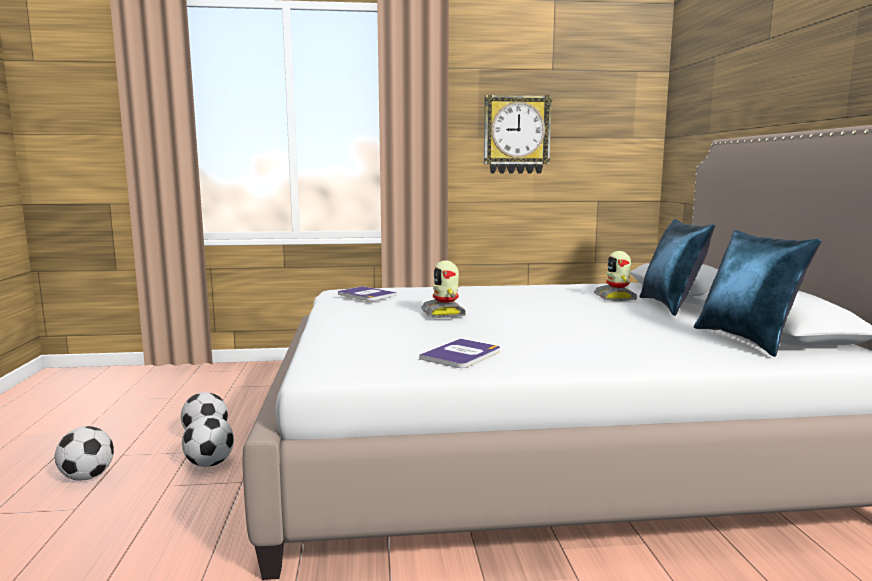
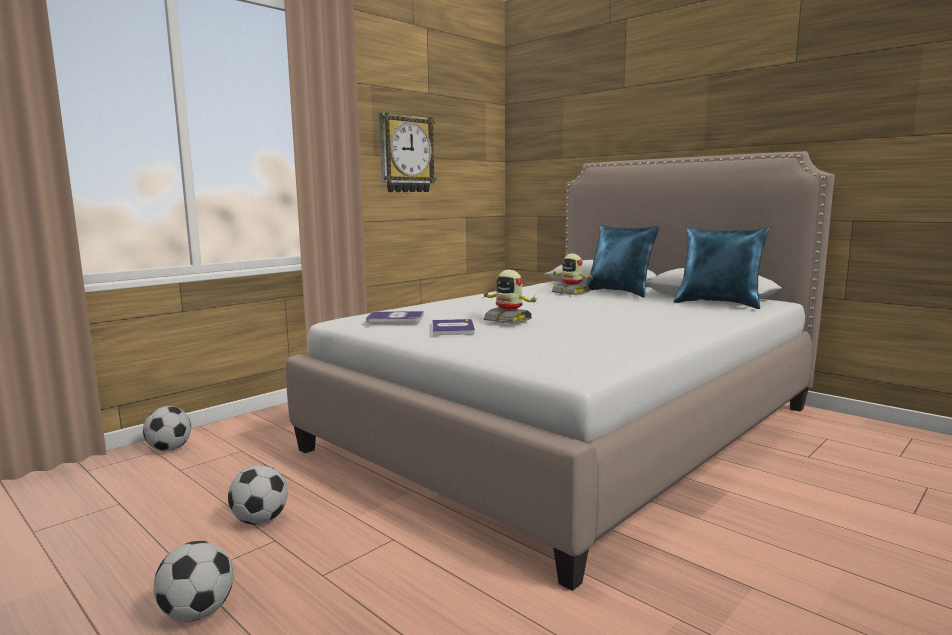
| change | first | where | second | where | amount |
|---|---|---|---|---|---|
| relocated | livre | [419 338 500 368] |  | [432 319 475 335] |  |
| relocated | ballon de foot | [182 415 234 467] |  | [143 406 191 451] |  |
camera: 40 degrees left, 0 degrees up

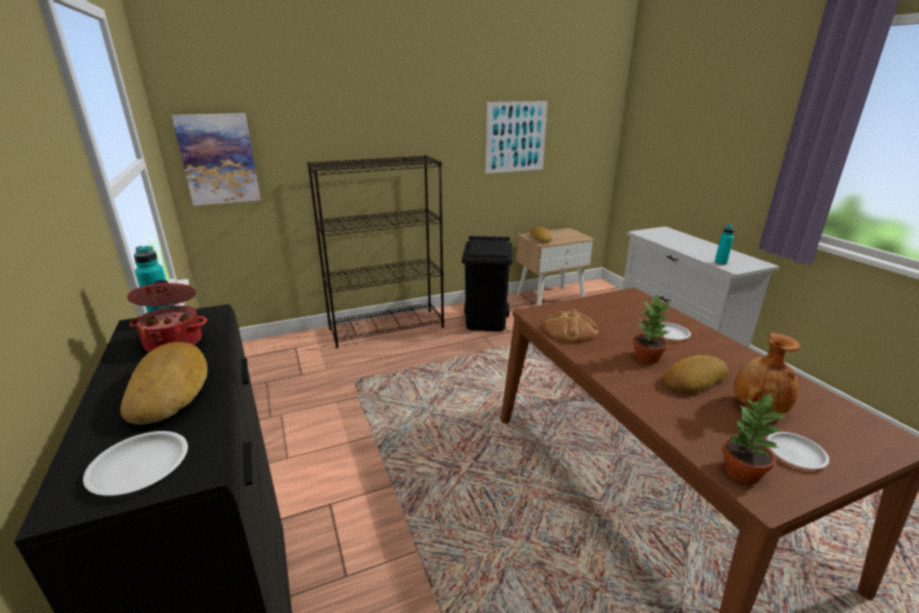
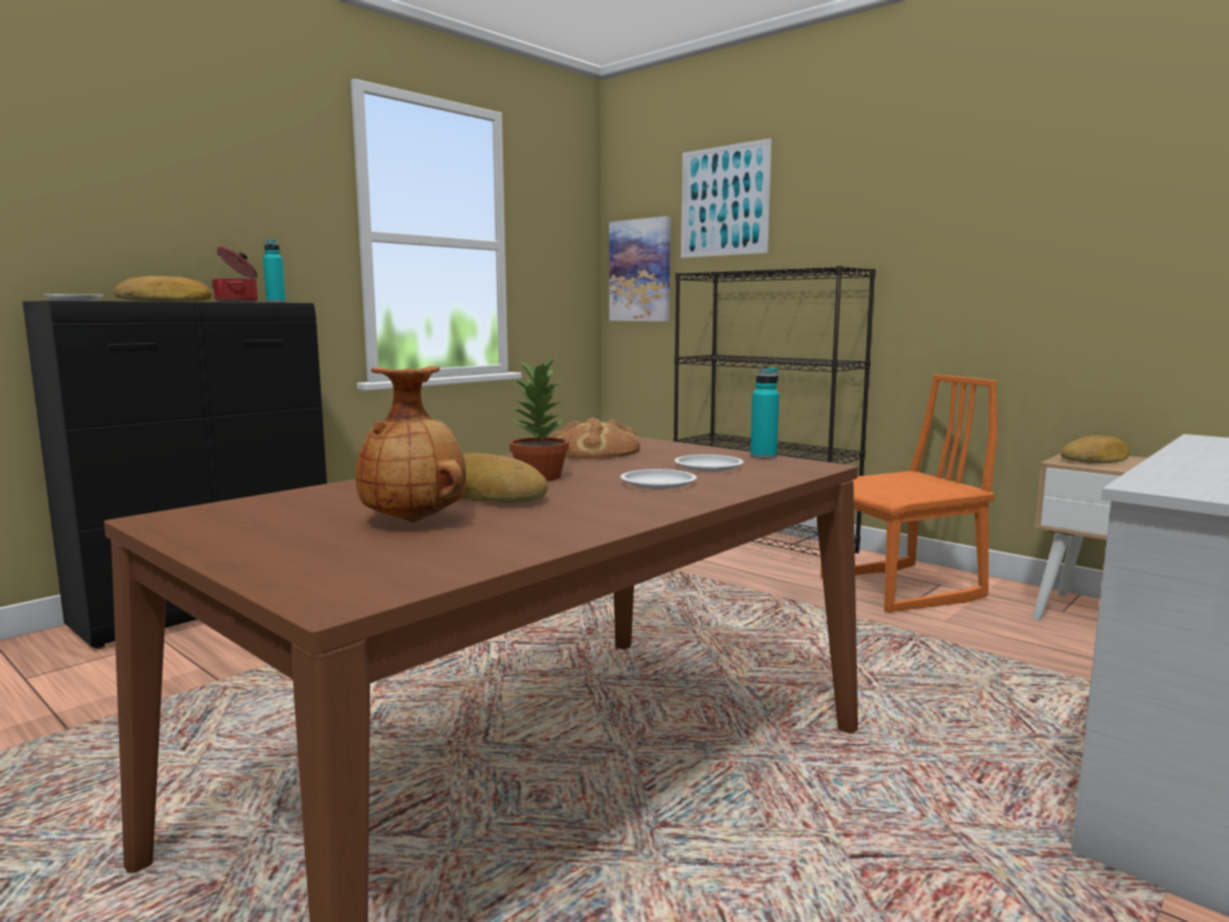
| change | first | where | second | where | amount |
|---|---|---|---|---|---|
| relocated | tableau | [485 101 548 174] |  | [681 138 772 258] |  |
| relocated | bouteille [turquoise] | [715 224 734 265] |  | [750 368 779 459] |  |
| exchanged | poubelle [noir] | [462 236 512 331] | chaise [orange] | [820 374 997 613] |  |
| missing | plante en pot | [722 393 785 484] |  |  |  |
| relocated | assiette [blanc] | [766 432 829 469] |  | [674 454 744 472] |  |
camera: 65 degrees right, 15 degrees down

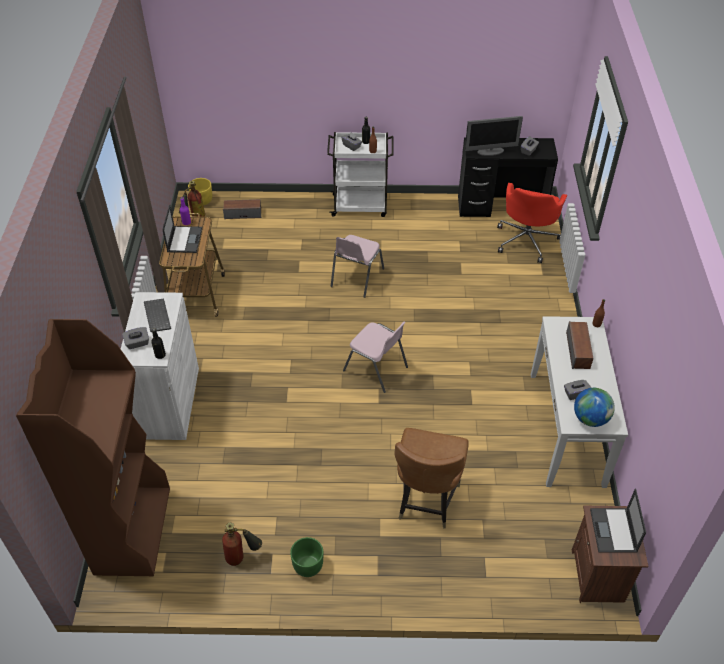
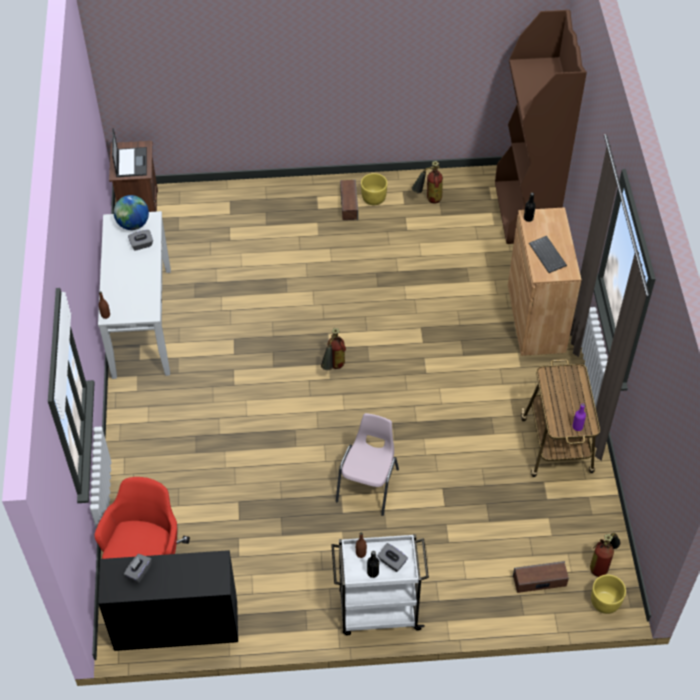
| change | first | where | second | where | amount |
|---|---|---|---|---|---|
| missing | écran d'ordinateur | [465 116 523 156] |  |  |  |
| missing | ordinateur portable | [162 204 202 253] |  |  |  |
| colour | meuble de rangement [blanc] | [121 292 199 440] | meuble de rangement [marron] | [508 207 581 356] |  |
| relocated | enceinte | [566 321 593 369] |  | [340 179 358 220] |  |
| exchanged | chaise [rose] | [343 322 408 393] | extincteur | [321 328 346 370] |  |
| missing | boîte à mouchoirs [gris] | [122 327 149 349] |  |  |  |
| missing | chaise [marron] | [394 428 469 529] |  |  |  |
| colour | cache-pot [vert] | [290 537 323 577] | cache-pot [jaune] | [361 173 387 205] |  |
camera: 175 degrees right, 5 degrees up

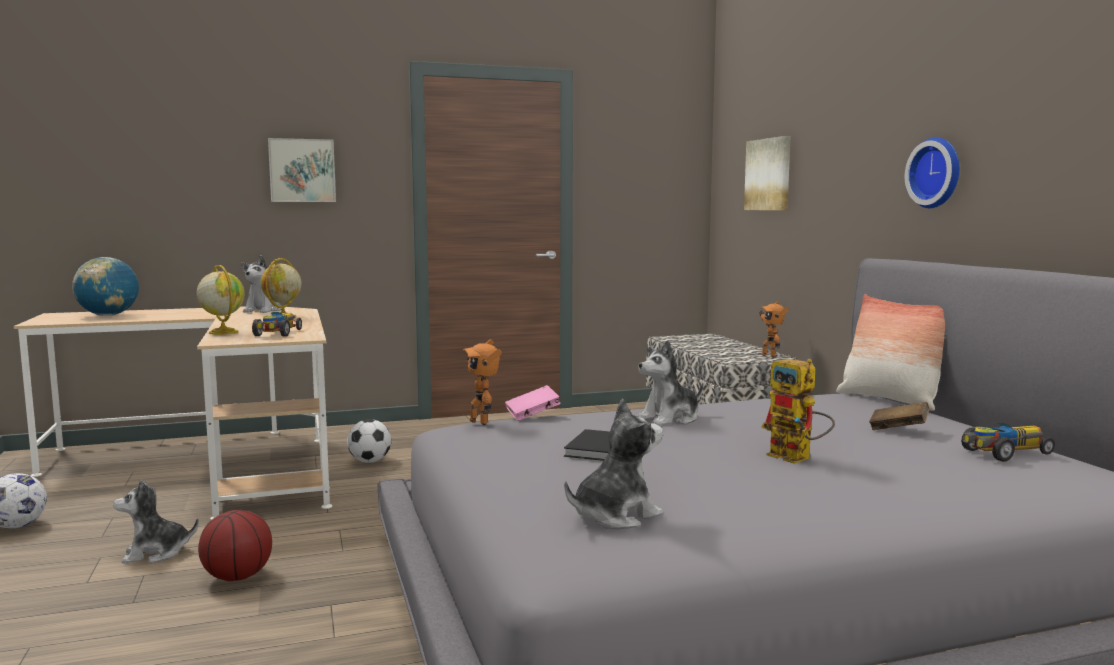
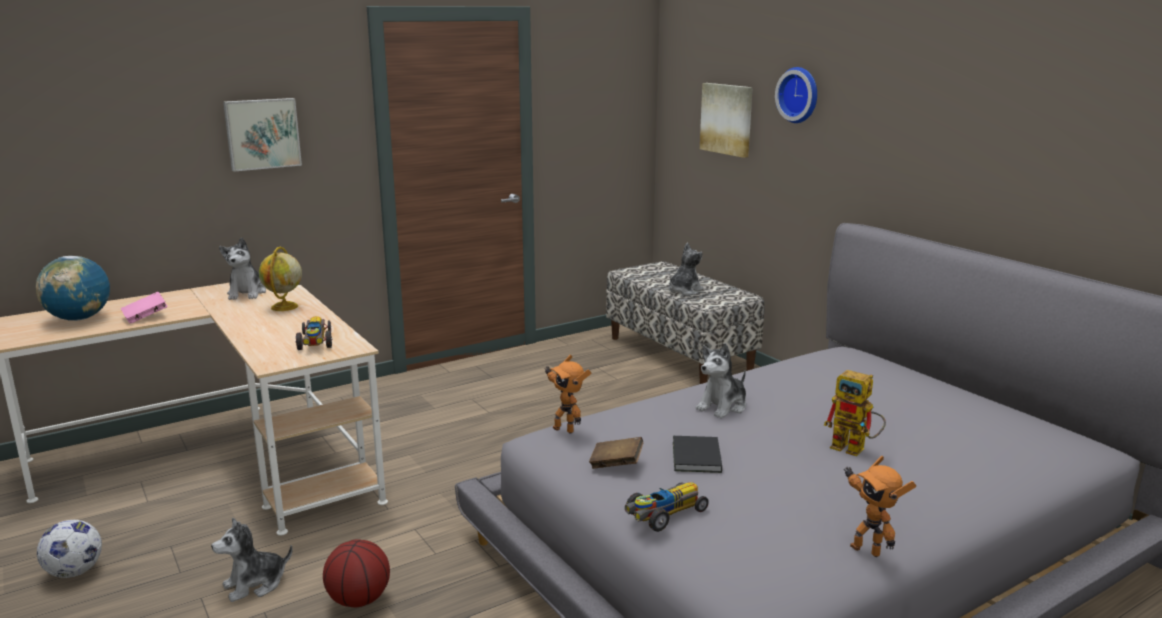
| change | first | where | second | where | amount |
|---|---|---|---|---|---|
| relocated | horloge murale | [905 137 960 208] |  | [775 67 817 123] |  |
| missing | globe | [197 265 245 335] |  |  |  |
| missing | coussin | [836 294 945 411] |  |  |  |
| relocated | robot jouet | [759 301 789 357] |  | [843 456 916 557] |  |
| relocated | livre [rose] | [505 385 560 421] |  | [121 292 168 324] |  |
| relocated | peluche | [565 398 664 529] |  | [669 243 703 295] |  |
| relocated | livre [marron] | [869 402 929 430] |  | [589 437 643 469] |  |
| missing | ballon de foot | [347 419 391 463] |  |  |  |
| relocated | petite voiture | [961 423 1055 462] |  | [625 482 709 532] |  |
camera: 15 degrees left, 10 degrees up

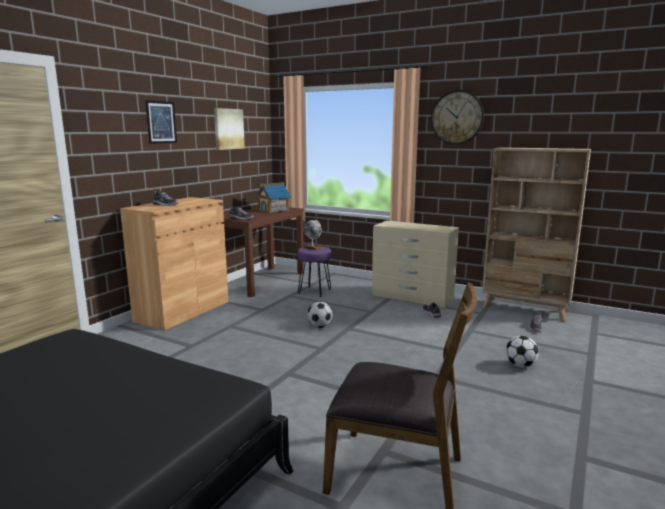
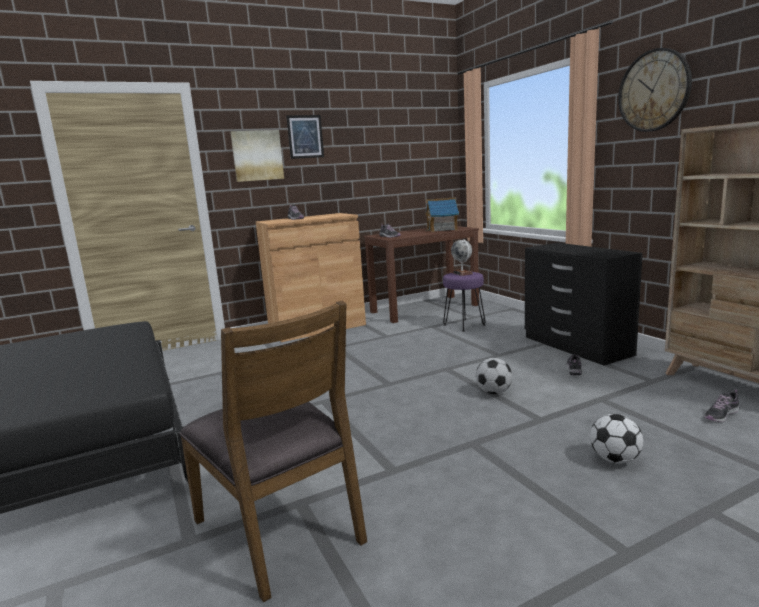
| change | first | where | second | where | amount |
|---|---|---|---|---|---|
| relocated | tableau | [214 108 245 150] |  | [230 130 284 182] |  |
| colour | commode [beige] | [372 221 459 308] | commode [noir] | [525 243 643 365] |  |
| relocated | ballon de foot | [307 302 332 328] |  | [476 358 512 394] |  |
camera: 35 degrees right, 0 degrees up

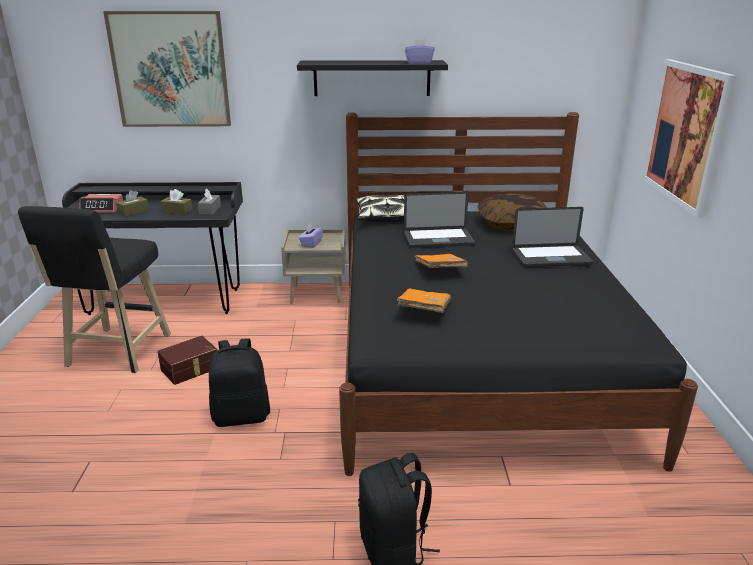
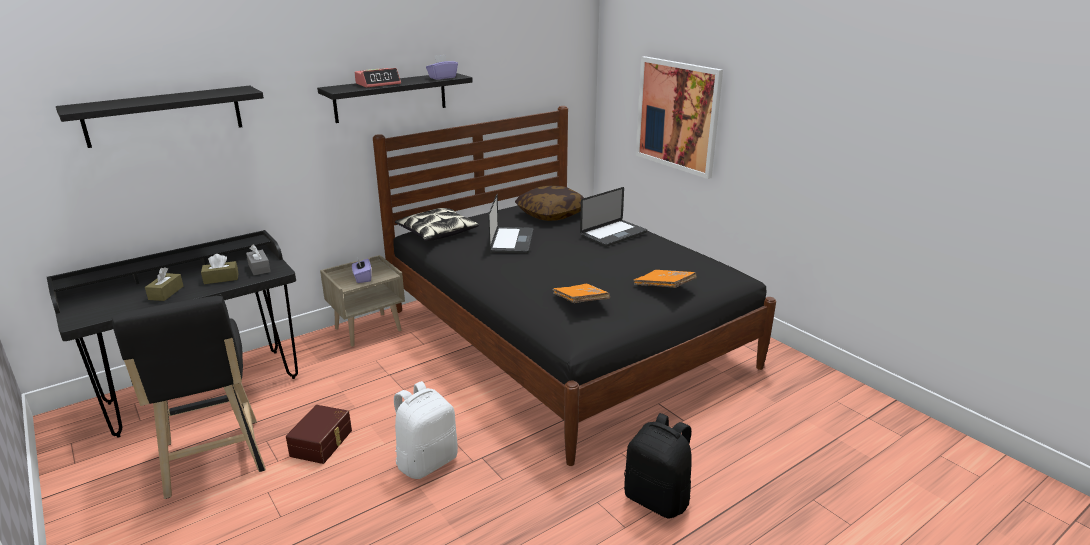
| change | first | where | second | where | amount |
|---|---|---|---|---|---|
| exchanged | tableau | [103 11 231 127] | étagère [noir] | [56 86 264 148] |  |
| spun | ordinateur portable | [404 192 475 248] |  | [488 194 534 254] | 45 degrees counterclockwise |
| relocated | réveil | [79 194 123 213] |  | [354 68 401 88] |  |
| relocated | livre [orange] | [415 254 468 268] |  | [634 270 697 288] |  |
| colour | sac à dos [noir] | [209 338 270 427] | sac à dos [blanc] | [394 381 458 479] |  |
camera: 35 degrees left, 0 degrees up

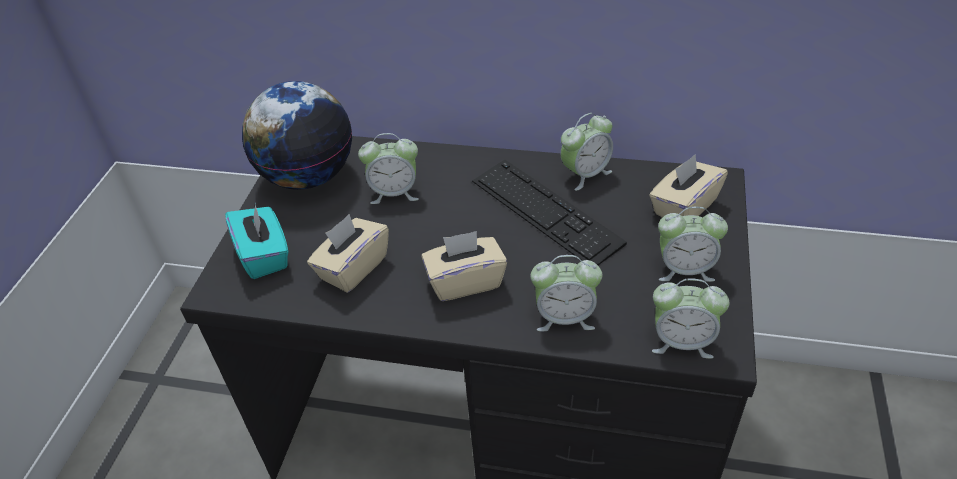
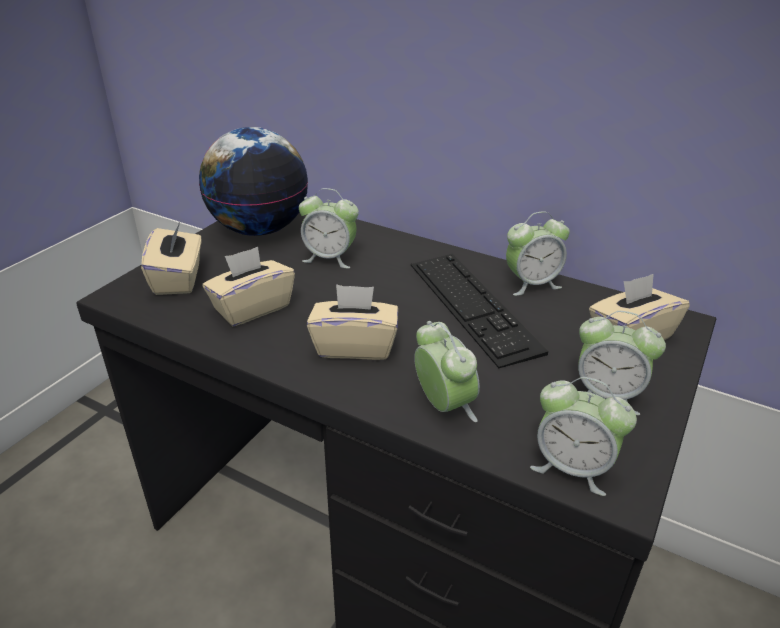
| change | first | where | second | where | amount |
|---|---|---|---|---|---|
| colour | boîte à mouchoirs [turquoise] | [225 202 288 279] | boîte à mouchoirs [beige] | [141 220 201 295] |  |
| spun | réveil | [530 255 602 331] |  | [414 321 480 422] | 135 degrees counterclockwise |
camera: 15 degrees right, 10 degrees down

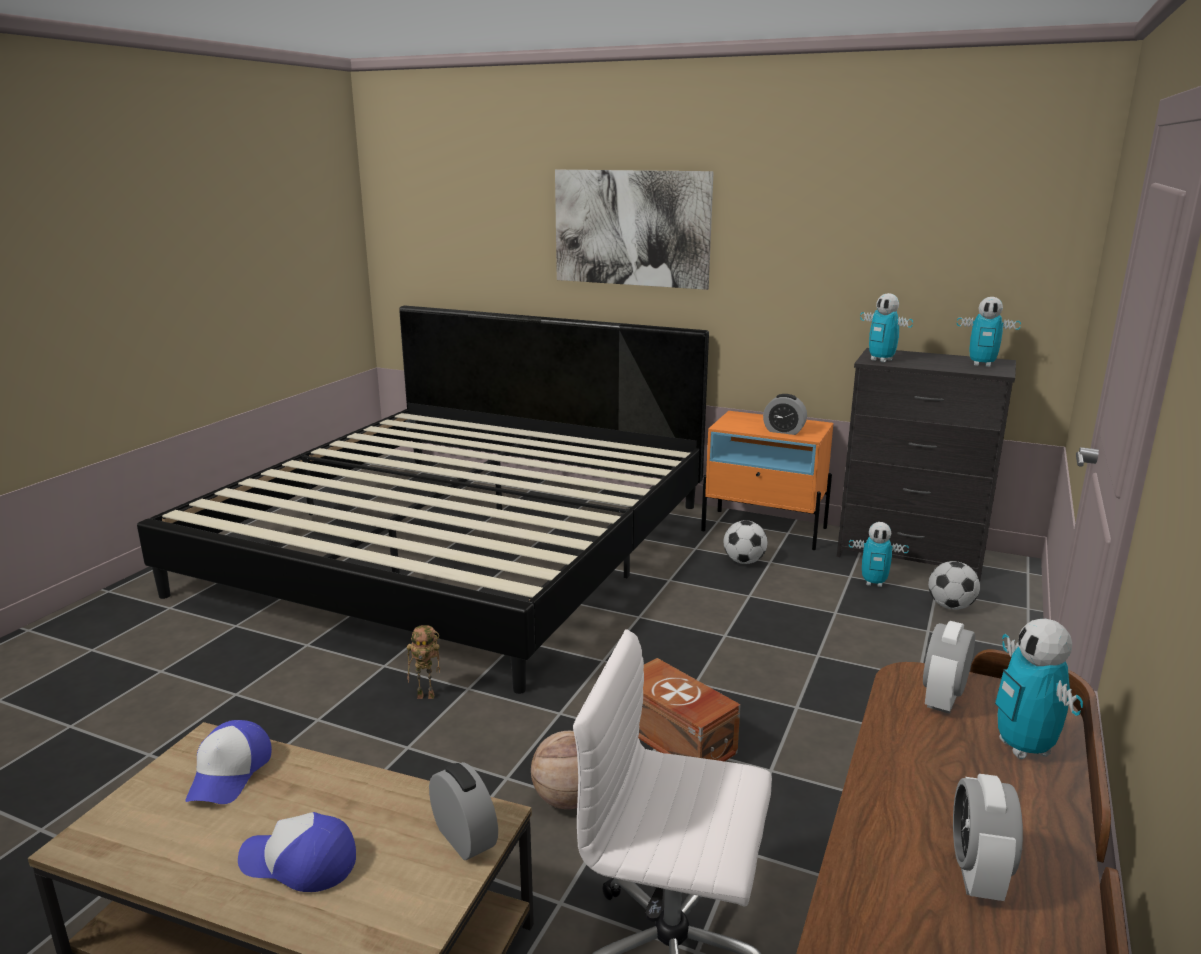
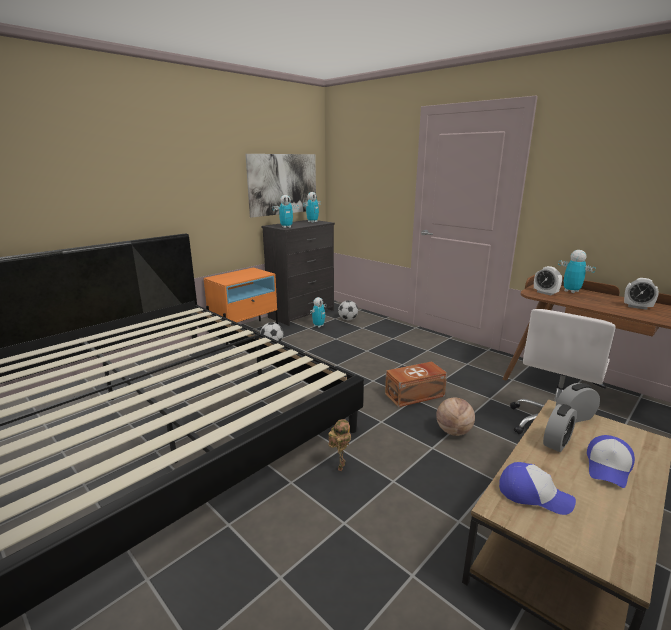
| change | first | where | second | where | amount |
|---|---|---|---|---|---|
| relocated | tableau | [555 170 714 290] |  | [245 154 316 218] |  |
| relocated | réveil | [763 394 807 435] |  | [543 404 577 452] |  |
| spun | robot jouet | [995 619 1083 759] |  | [558 250 596 293] | 135 degrees counterclockwise |
camera: 70 degrees left, 0 degrees up

